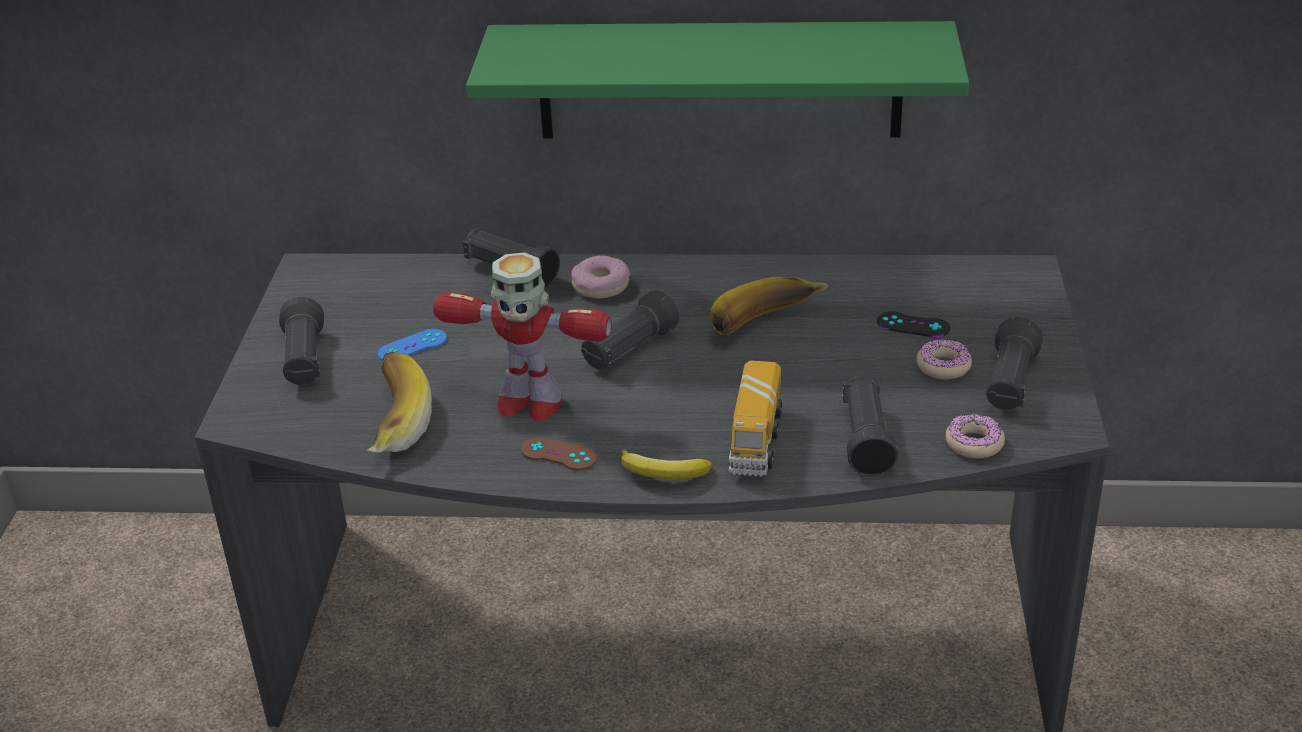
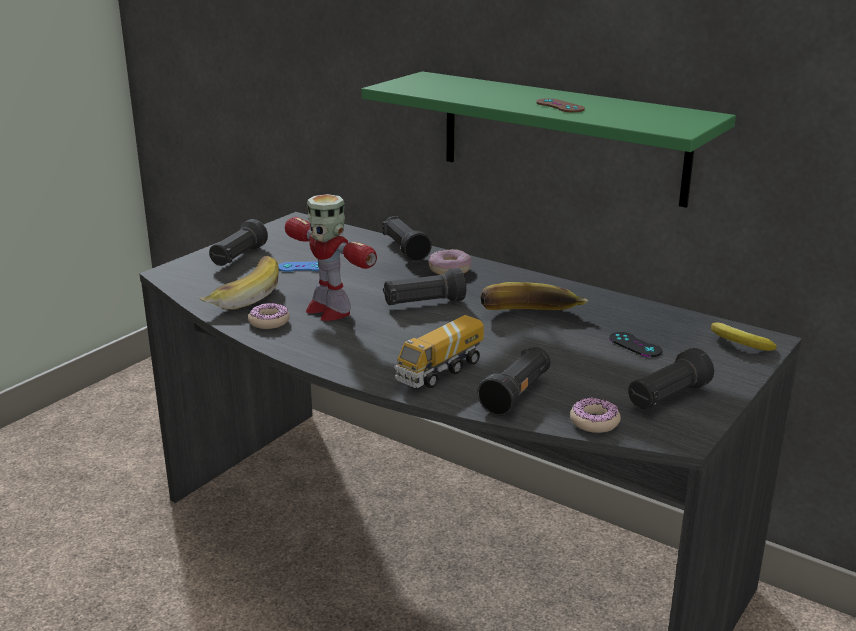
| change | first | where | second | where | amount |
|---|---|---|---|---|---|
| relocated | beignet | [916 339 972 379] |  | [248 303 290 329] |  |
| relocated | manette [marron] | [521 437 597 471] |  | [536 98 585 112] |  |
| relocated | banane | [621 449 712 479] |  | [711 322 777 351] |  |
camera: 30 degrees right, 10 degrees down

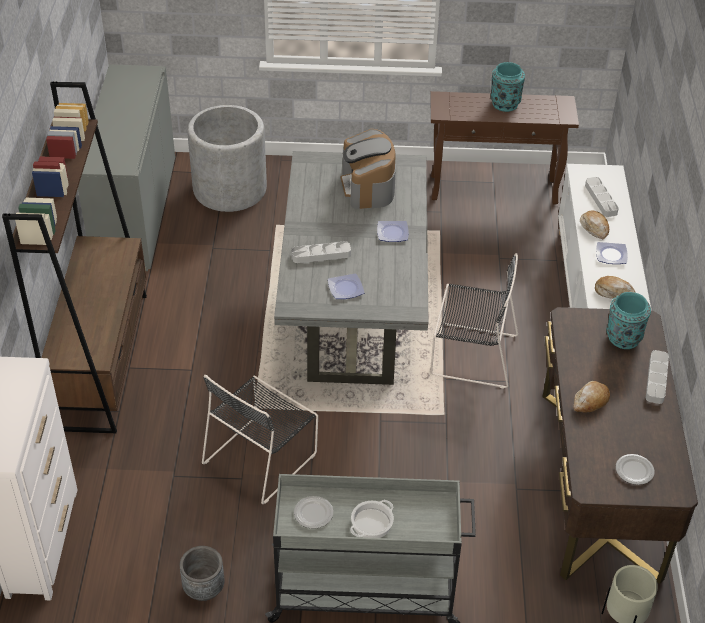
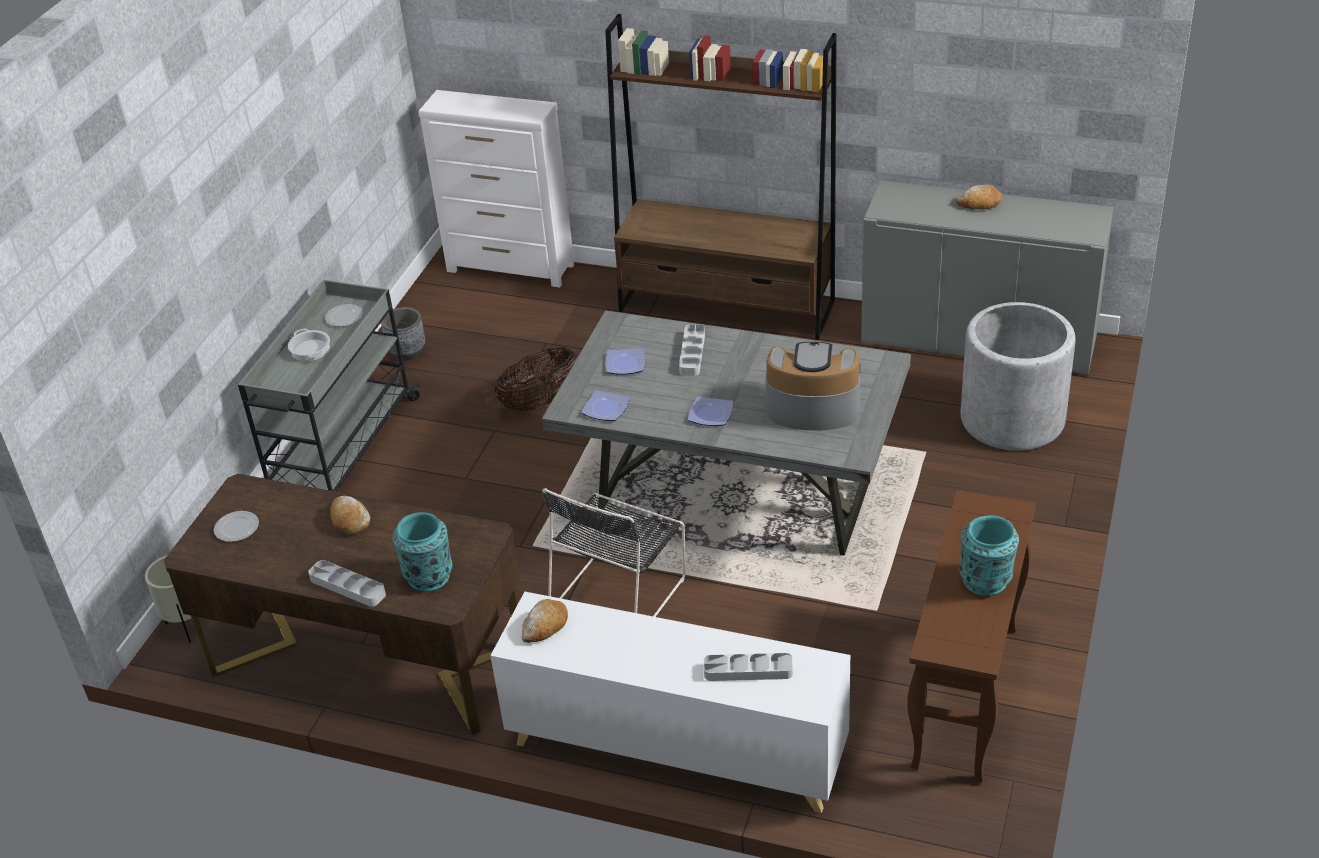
| change | first | where | second | where | amount |
|---|---|---|---|---|---|
| relocated | pain | [580 211 609 239] |  | [956 185 1003 209] |  |
| relocated | assiette | [596 242 628 264] |  | [581 390 630 421] |  |
| exchanged | chaise [noir] | [202 375 318 504] | panier | [495 347 579 412] |  |
camera: 110 degrees right, 5 degrees down

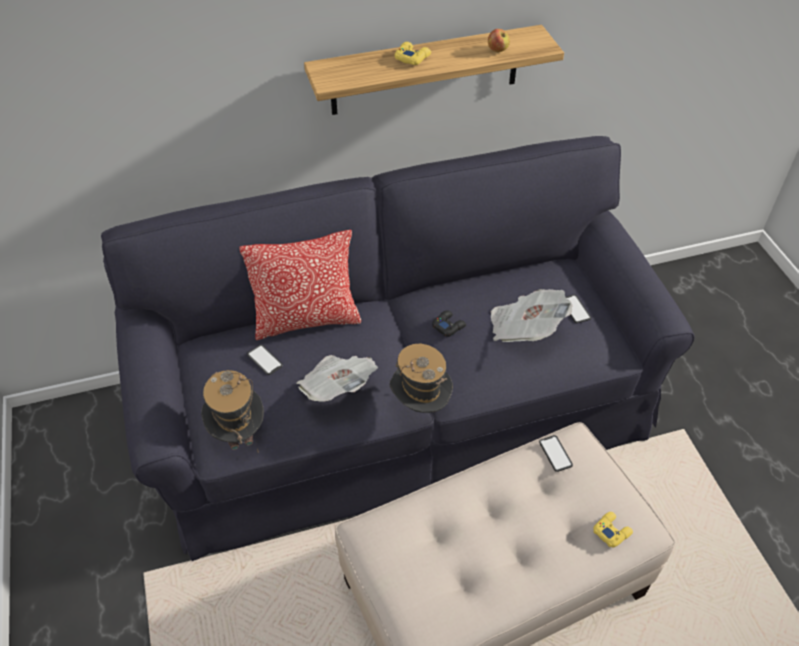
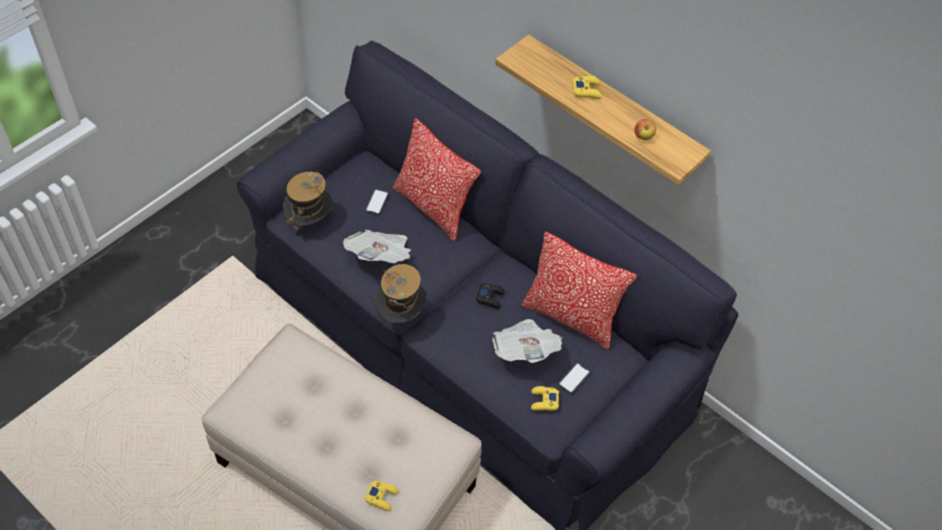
| change | first | where | second | where | amount |
|---|---|---|---|---|---|
| missing | téléphone | [539 435 573 472] |  |  |  |
| appeared |  |  | coussin | [521 232 637 350] |  |
| appeared |  |  | manette [jaune] | [531 386 559 411] |  |
camera: 55 degrees right, 5 degrees up

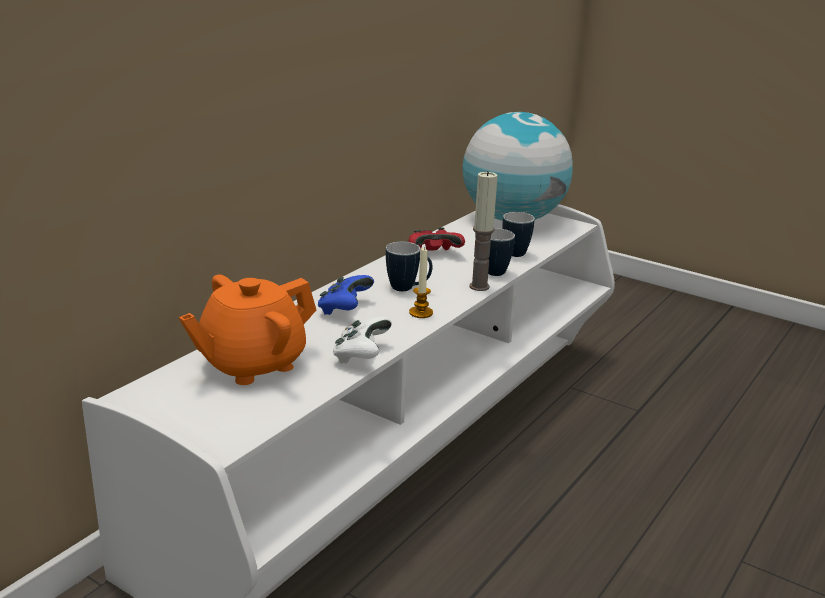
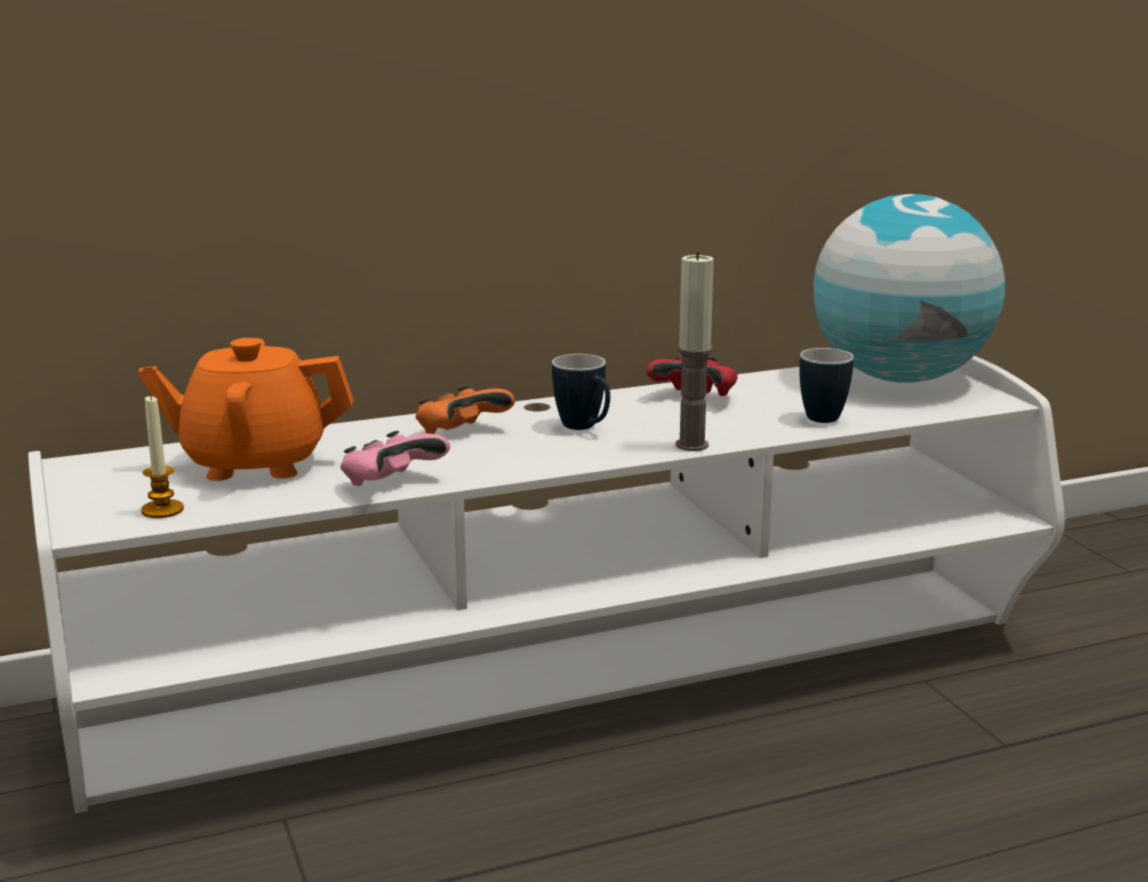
| change | first | where | second | where | amount |
|---|---|---|---|---|---|
| missing | mug | [488 228 515 276] |  |  |  |
| relocated | bougie | [409 248 433 318] |  | [141 394 184 518] |  |
| colour | manette [bleu] | [318 275 374 315] | manette [orange] | [415 385 515 434] |  |
| colour | manette [blanc] | [333 317 392 364] | manette [rose] | [340 431 450 486] |  |
camera: 35 degrees right, 5 degrees down

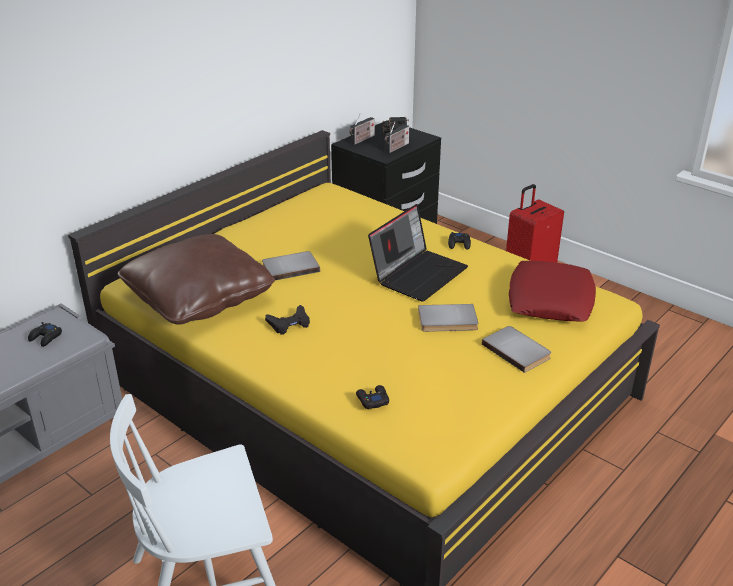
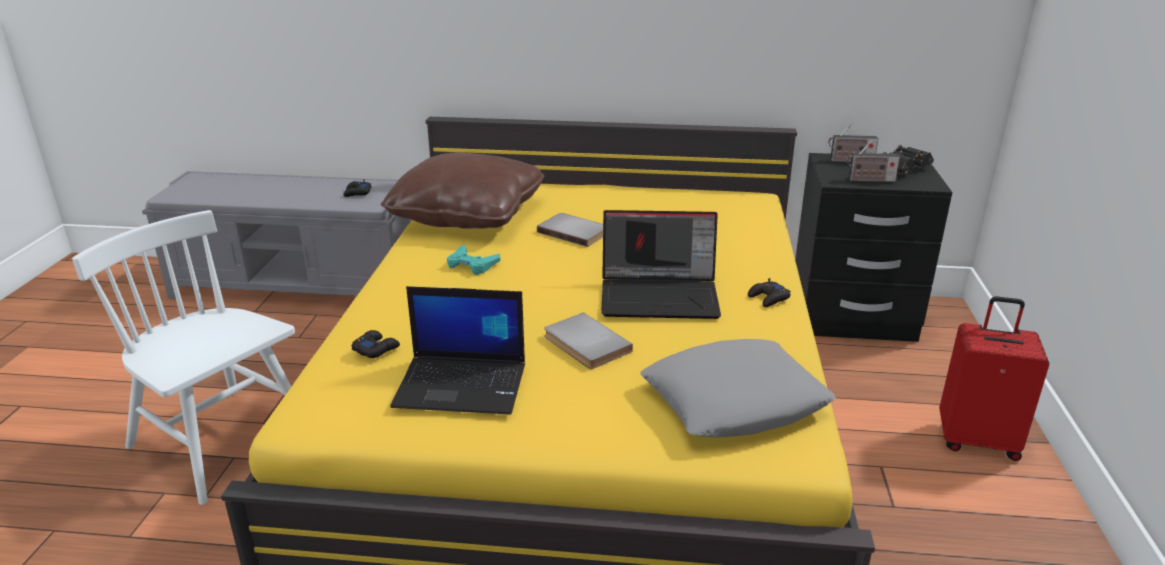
| change | first | where | second | where | amount |
|---|---|---|---|---|---|
| colour | coussin [rouge] | [509 261 596 321] | coussin [gris] | [640 339 836 437] |  |
| colour | manette [noir] | [265 305 310 334] | manette [turquoise] | [447 245 500 275] |  |
| missing | livre [gris] | [482 326 551 373] |  |  |  |
| appeared |  |  | ordinateur portable | [390 286 525 415] |  |
camera: 55 degrees right, 5 degrees down

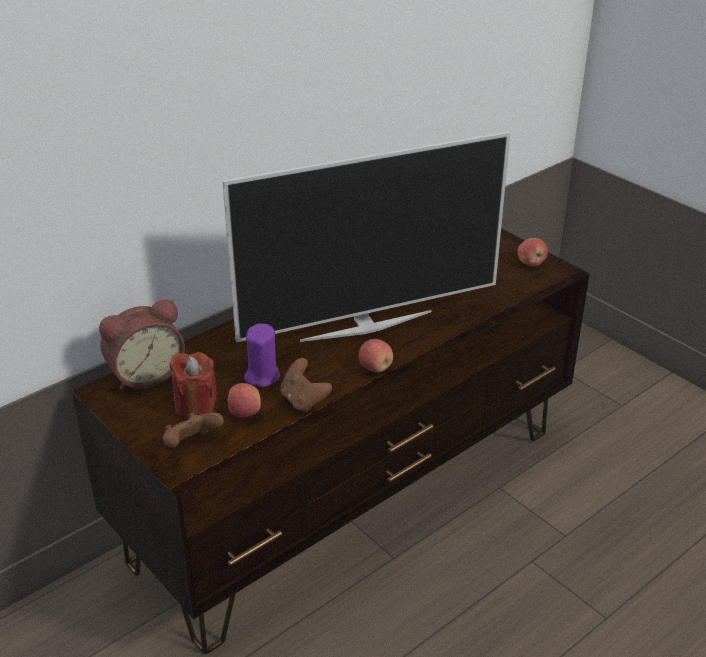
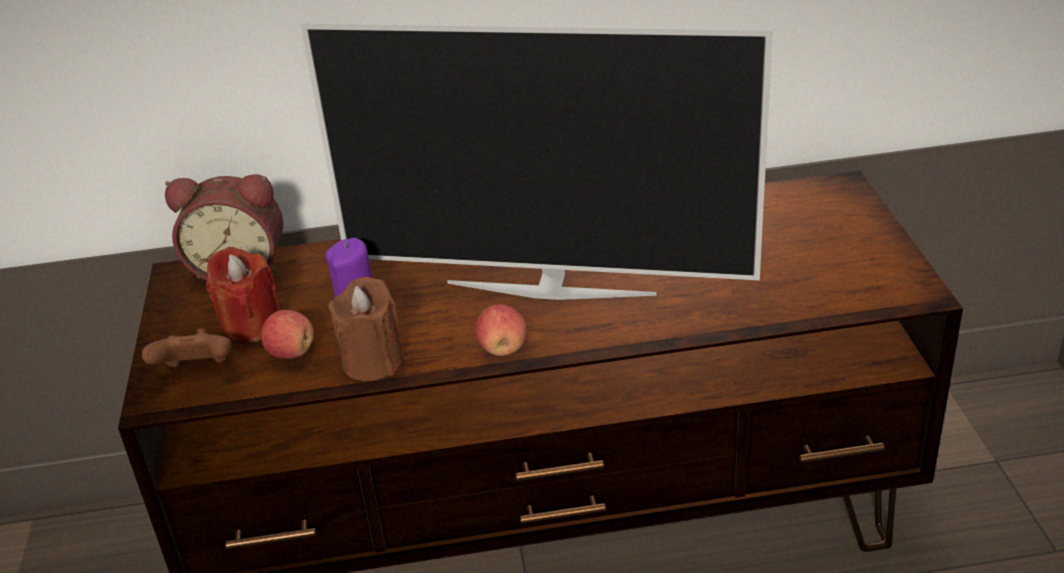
| change | first | where | second | where | amount |
|---|---|---|---|---|---|
| missing | pomme | [518 238 548 266] |  |  |  |
| exchanged | manette [marron] | [281 358 332 413] | bougie [marron] | [328 277 404 381] |  |
camera: 35 degrees right, 0 degrees up

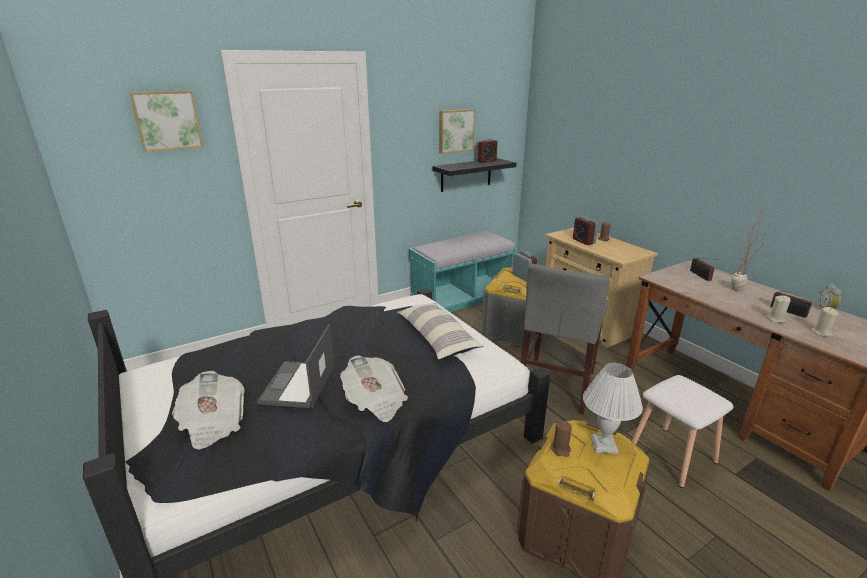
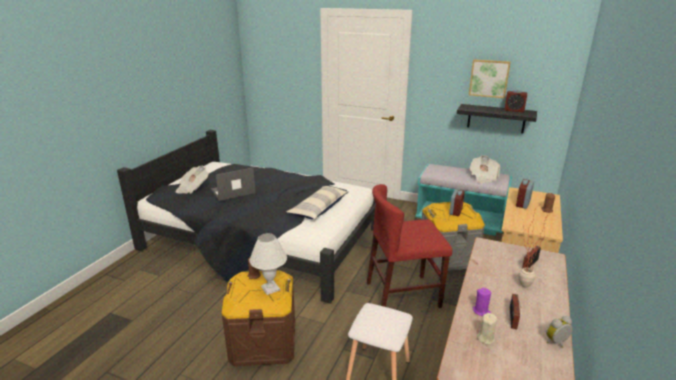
| change | first | where | second | where | amount |
|---|---|---|---|---|---|
| missing | tableau | [130 91 204 152] |  |  |  |
| colour | chaise [gris] | [521 264 610 414] | chaise [rouge] | [367 184 452 308] |  |
| colour | bougie [beige] | [767 295 791 323] | bougie [violet] | [473 288 491 316] |  |
| relocated | journal | [340 355 408 422] |  | [469 156 500 183] |  |
camera: 55 degrees right, 0 degrees up

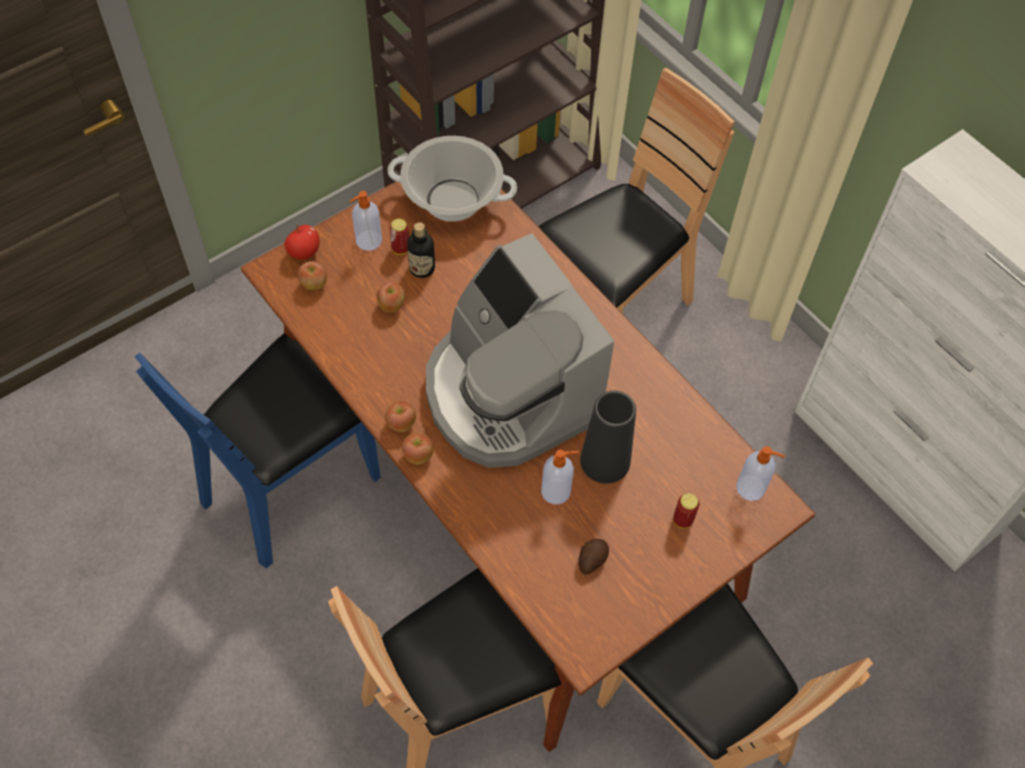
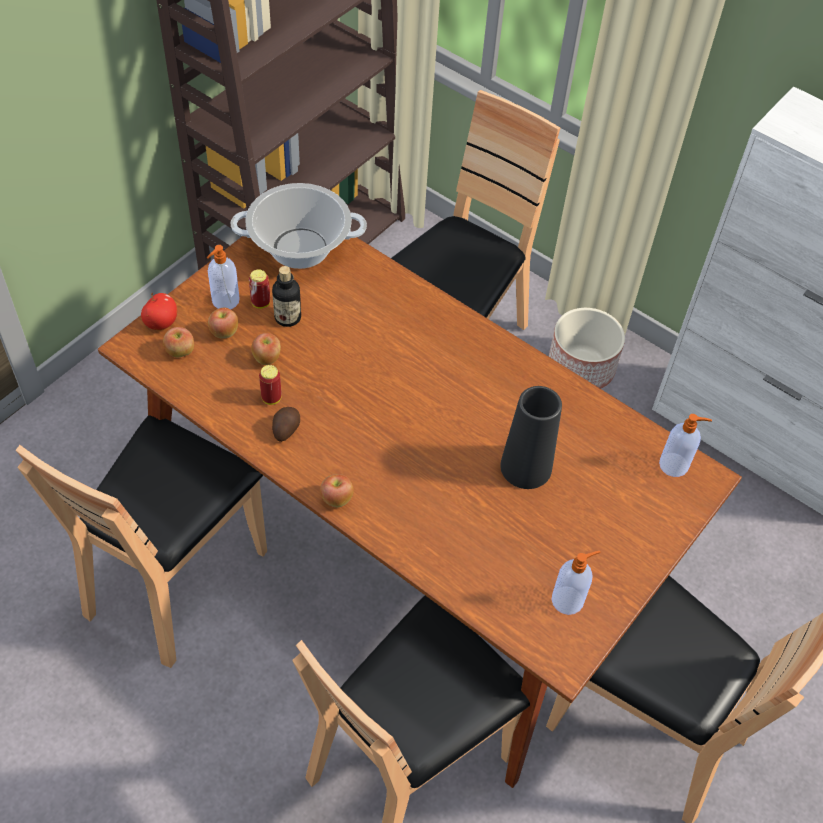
| change | first | where | second | where | amount |
|---|---|---|---|---|---|
| missing | machine à café | [426 233 614 468] |  |  |  |
| colour | chaise [bleu] | [135 333 381 568] | chaise [marron] | [16 415 267 668] |  |
| relocated | pomme | [385 401 416 432] |  | [208 308 238 338] |  |
| relocated | distributeur de savon | [541 450 579 505] |  | [551 551 600 615] |  |
| relocated | boîte métallique | [673 493 699 529] |  | [259 365 282 405] |  |
| relocated | pomme de terre | [579 539 609 574] |  | [272 407 300 442] |  |
| appeared |  |  | cache-pot | [549 308 625 389] |  |
camera: 15 degrees left, 5 degrees down

